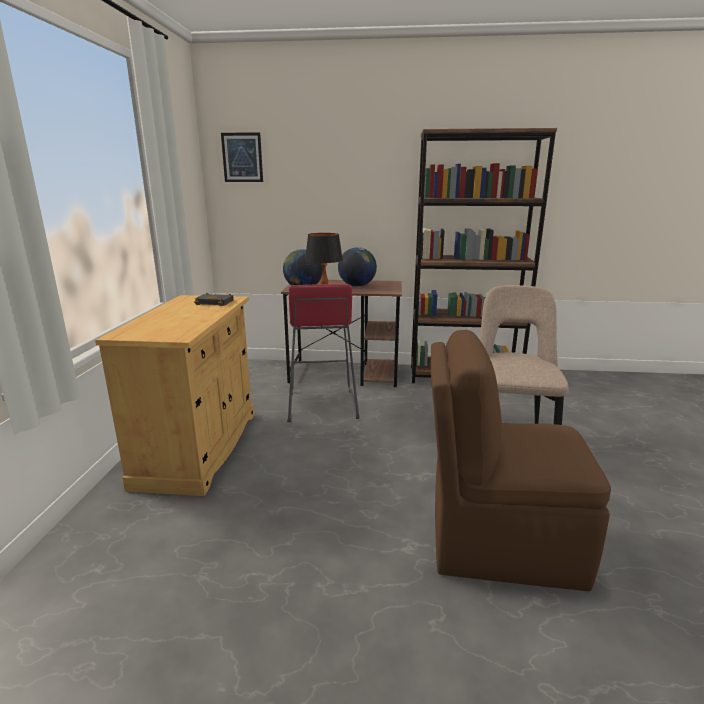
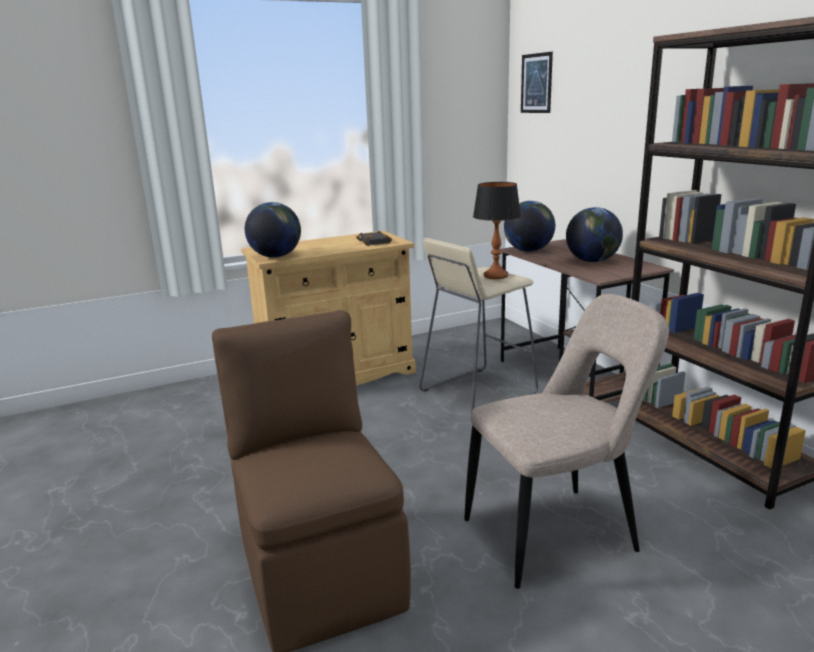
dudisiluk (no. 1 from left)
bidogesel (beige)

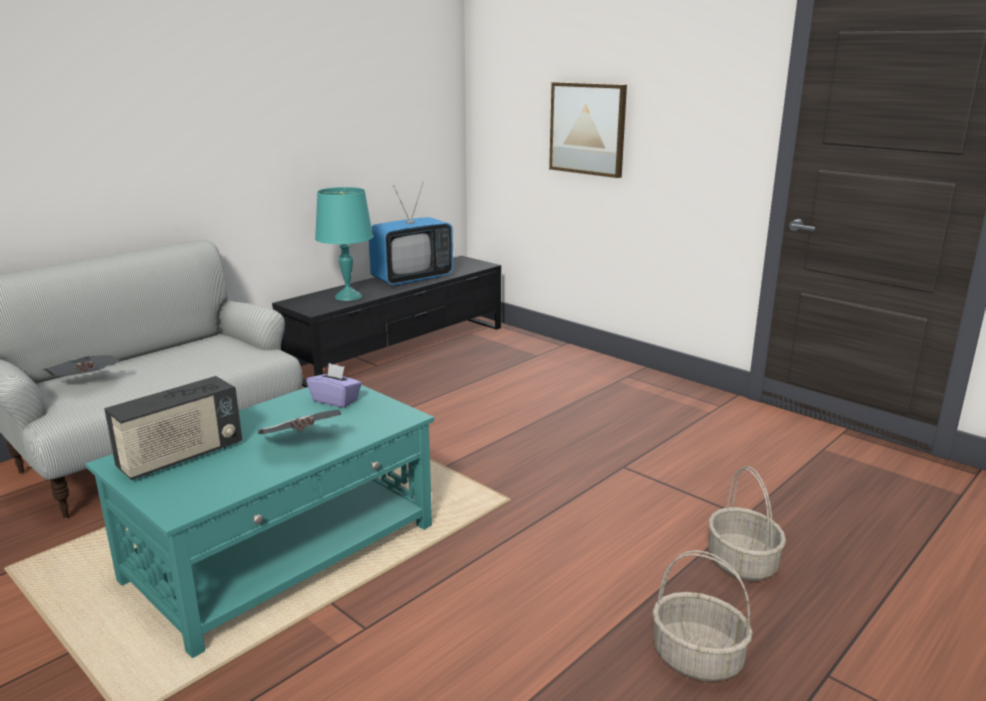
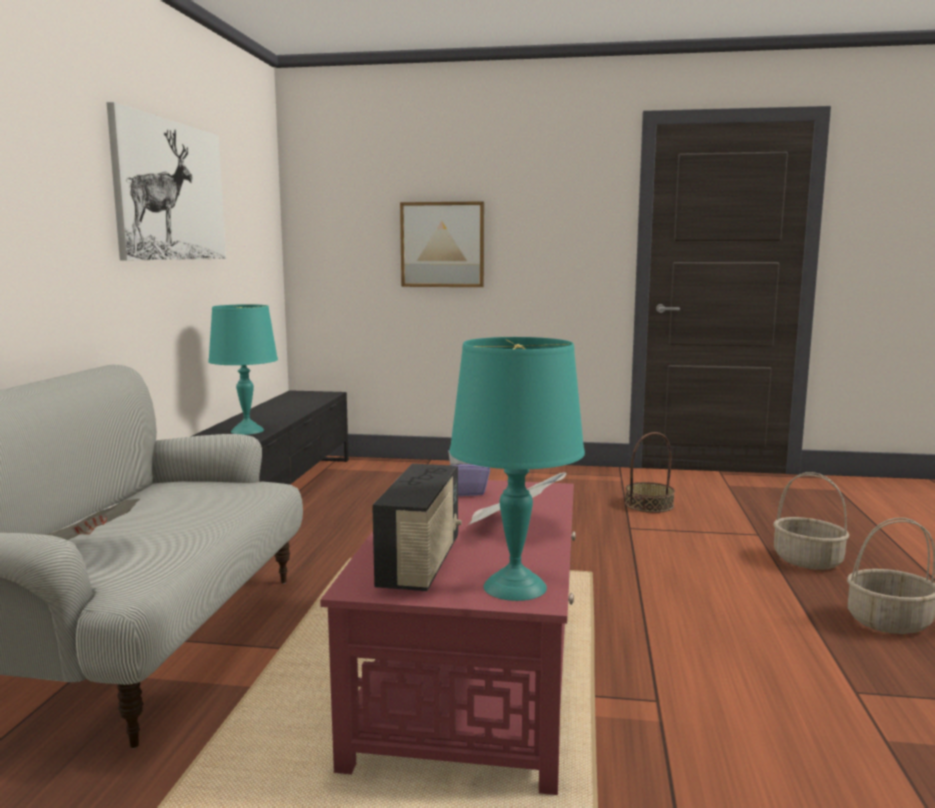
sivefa
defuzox (no. 1 from left)
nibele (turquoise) (no. 2 from left)
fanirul (no. 1 from left)
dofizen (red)

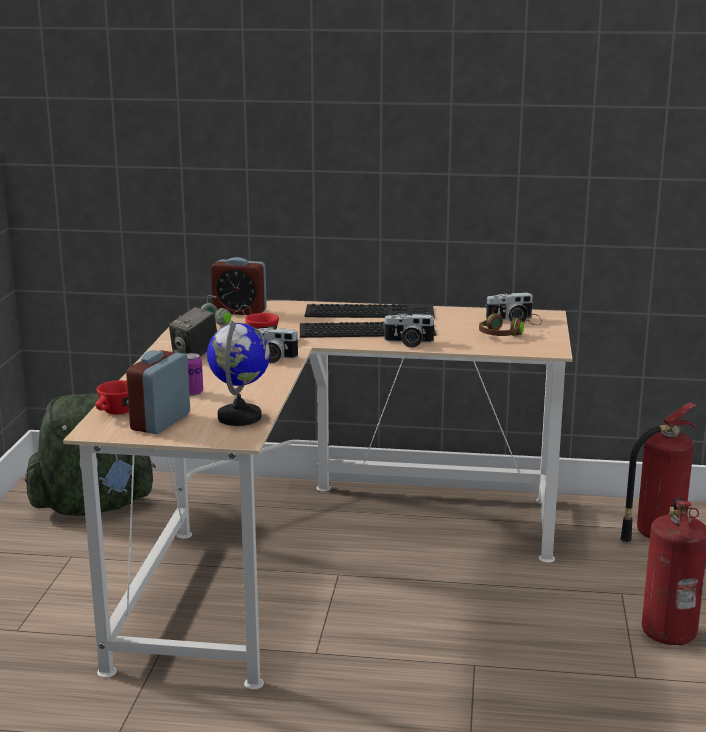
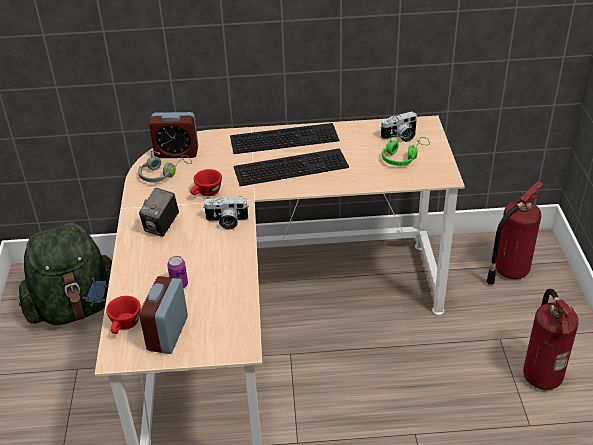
dudisiluk
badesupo (no. 3 from left in the first image)
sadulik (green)

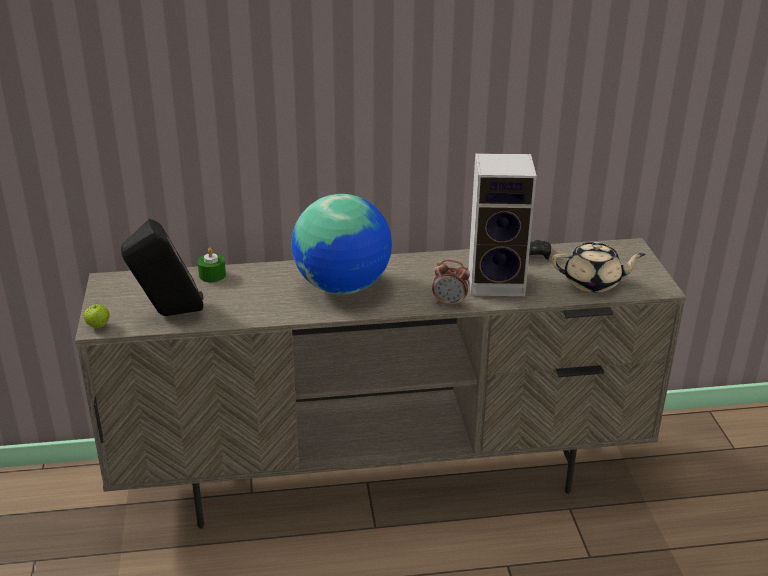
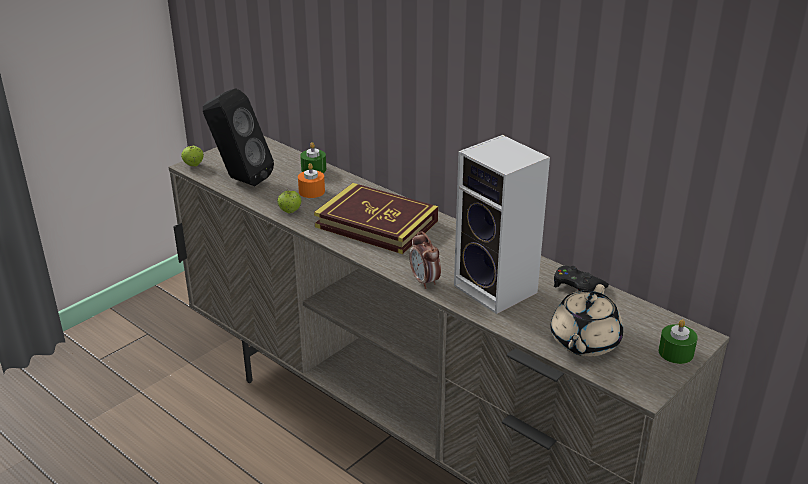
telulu (no. 2 from left)
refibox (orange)
refibox (green) (no. 2 from left)
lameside
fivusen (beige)

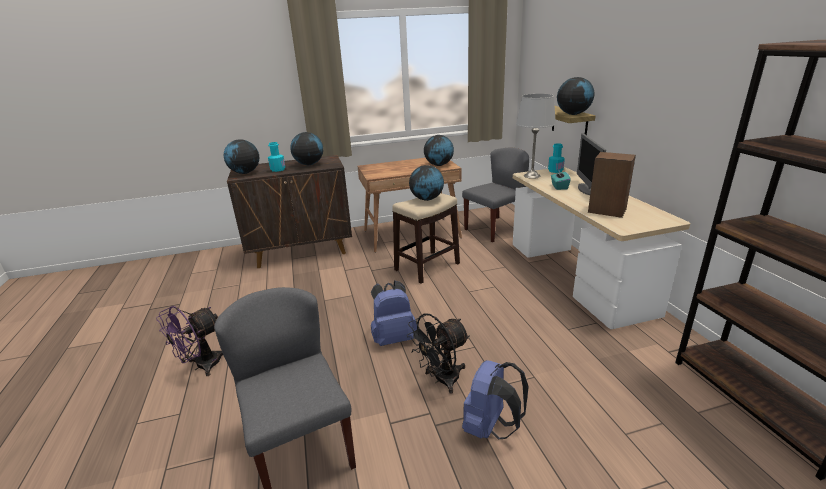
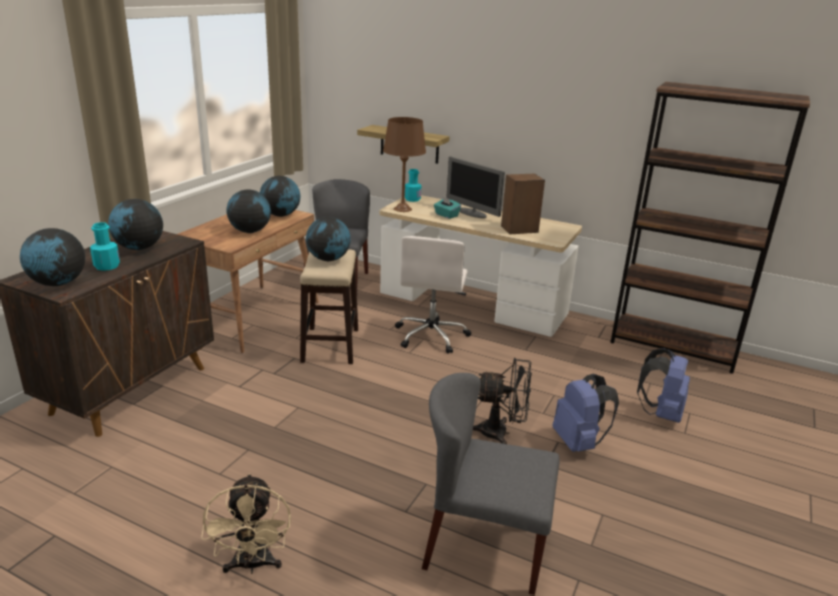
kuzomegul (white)
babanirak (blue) (no. 2 from left)
dudisiluk (no. 3 from left)
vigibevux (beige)
nibele (brown)
vigibevux (black)

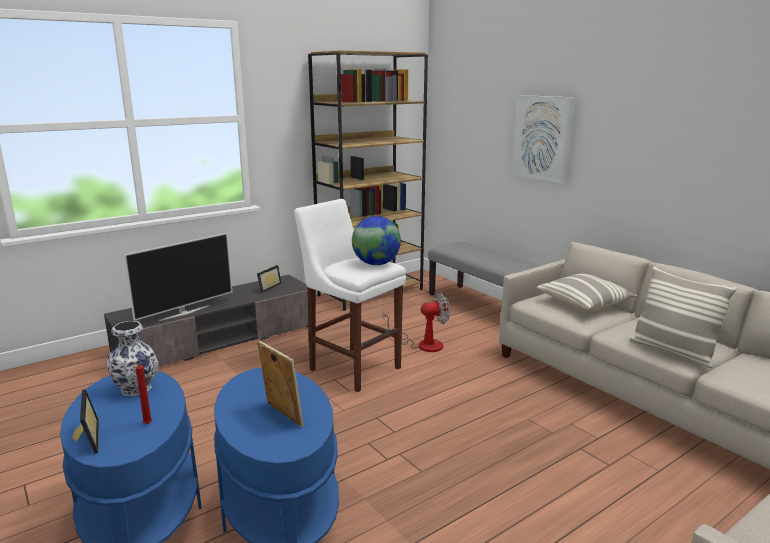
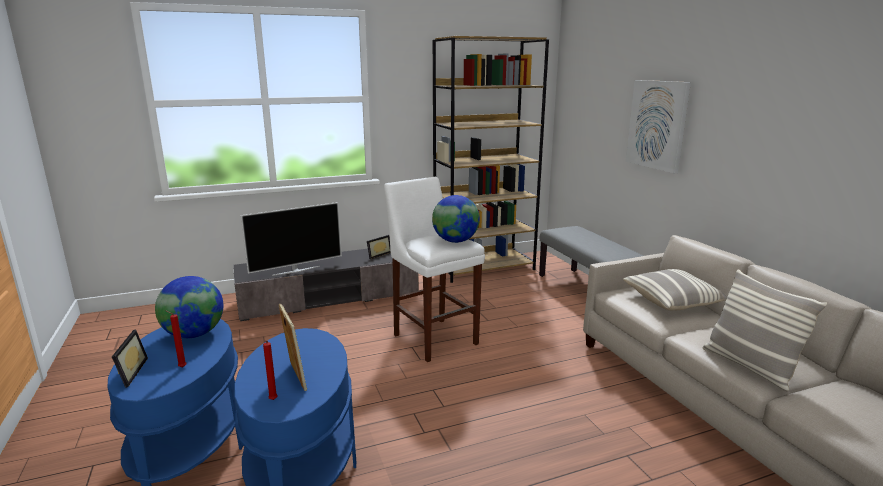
vigibevux
refibox (red) (no. 2 from left)
dudisiluk (no. 1 from left)

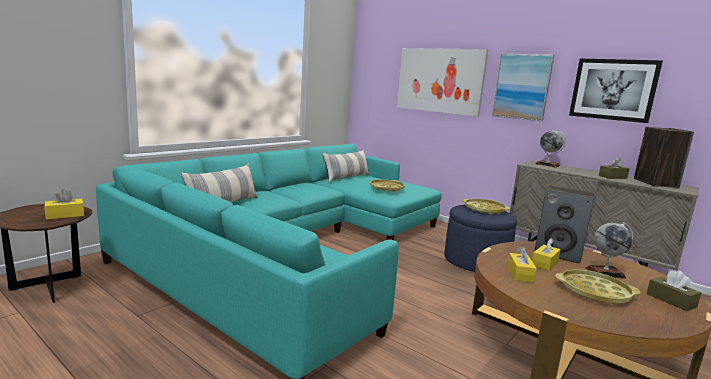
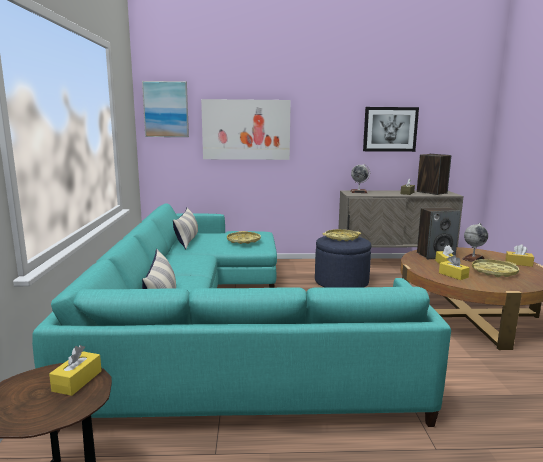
defuzox (no. 1 from left)
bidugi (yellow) (no. 4 from left)

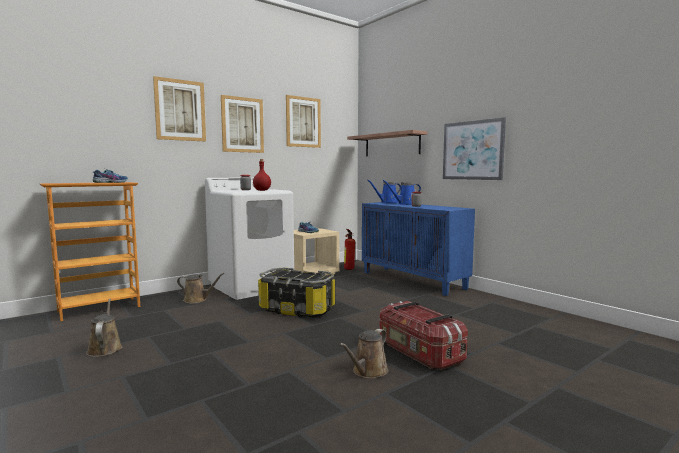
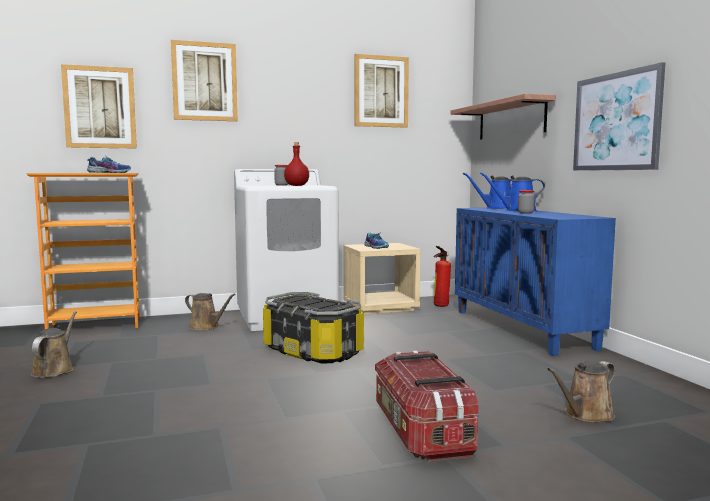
defuzox (no. 1 from left)
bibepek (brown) (no. 3 from left)

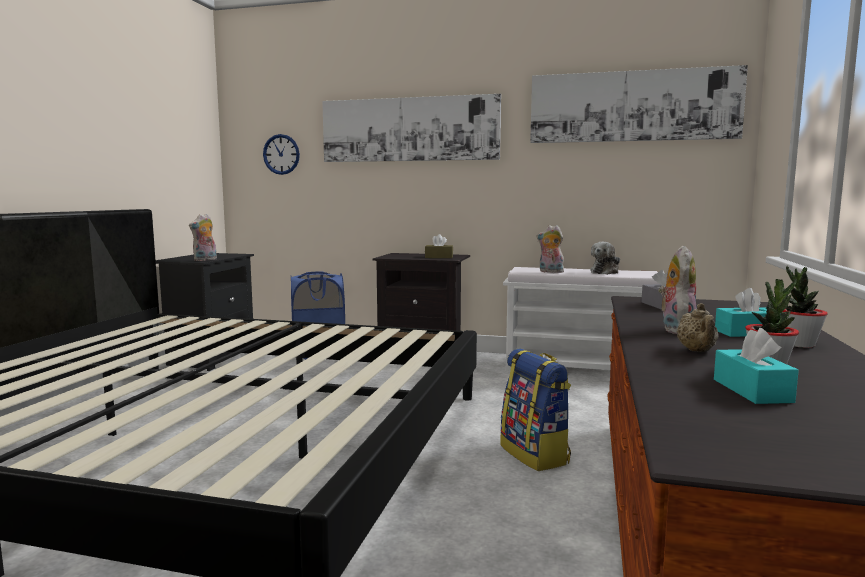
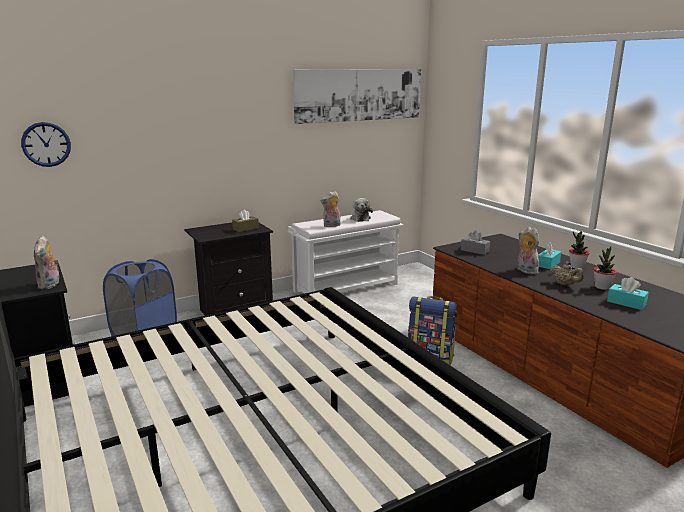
defuzox (no. 1 from left in the first image)

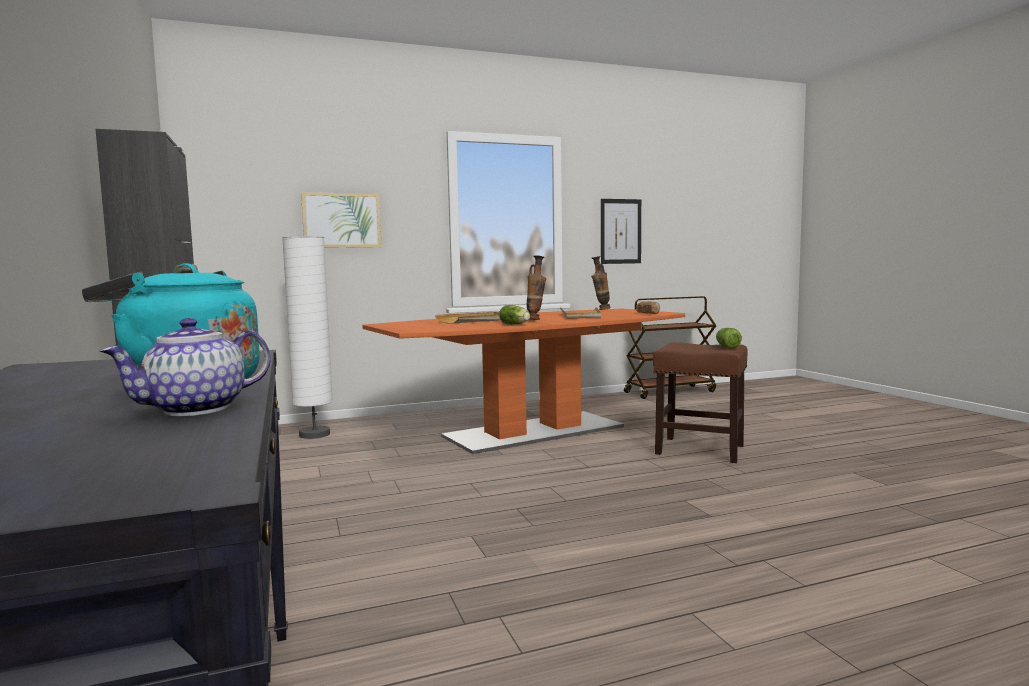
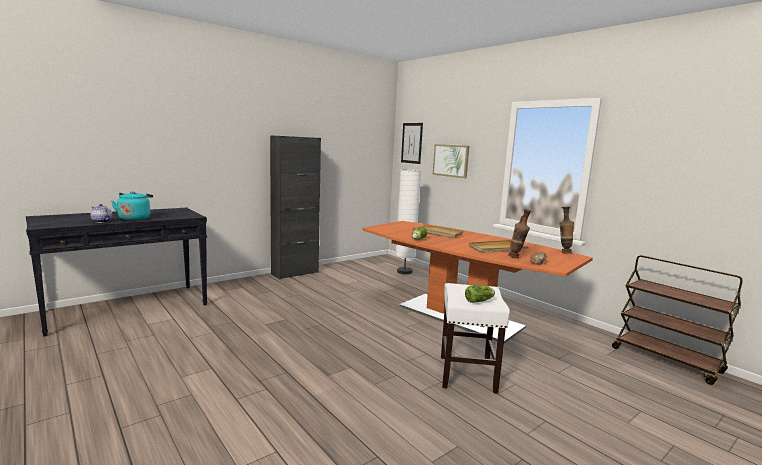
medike (no. 1 from left)
defuzox (no. 1 from left)
bidogesel (white)

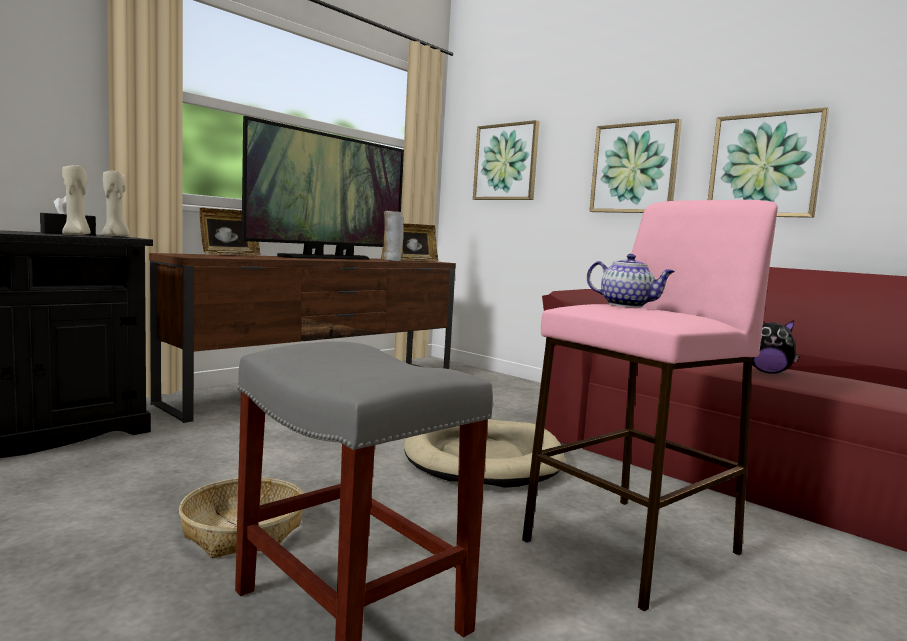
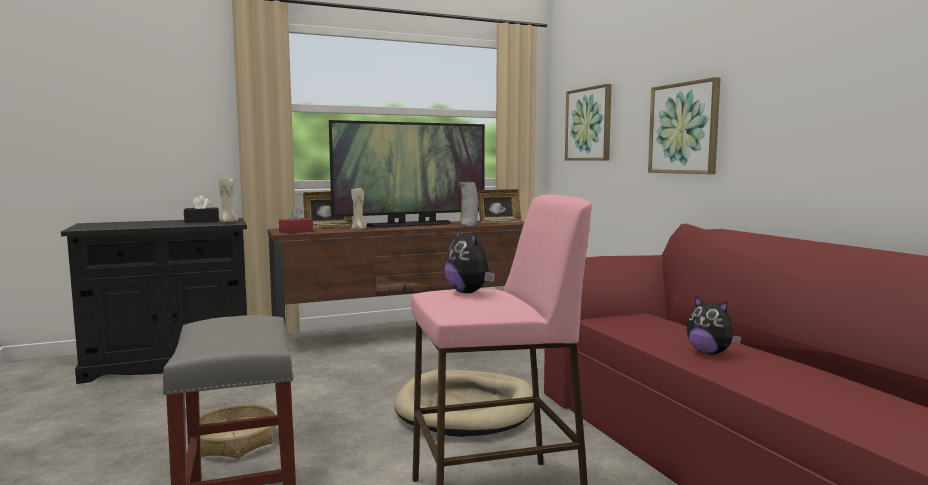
defuzox (no. 3 from left in the first image)
bidugi (red)
refibox (beige) (no. 2 from left)
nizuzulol (no. 1 from left)

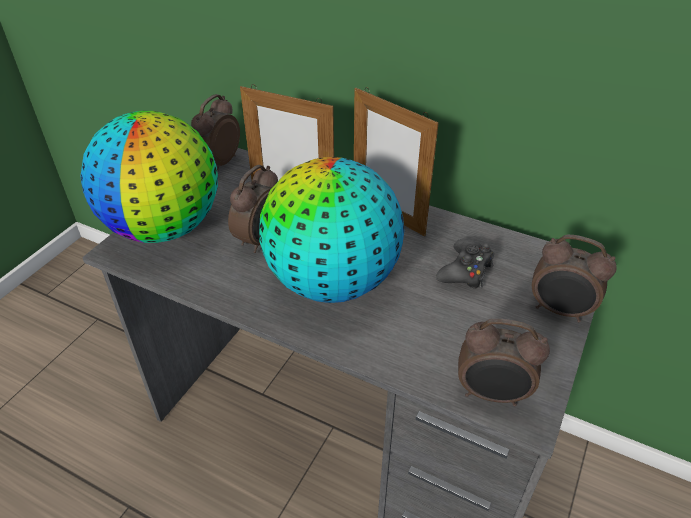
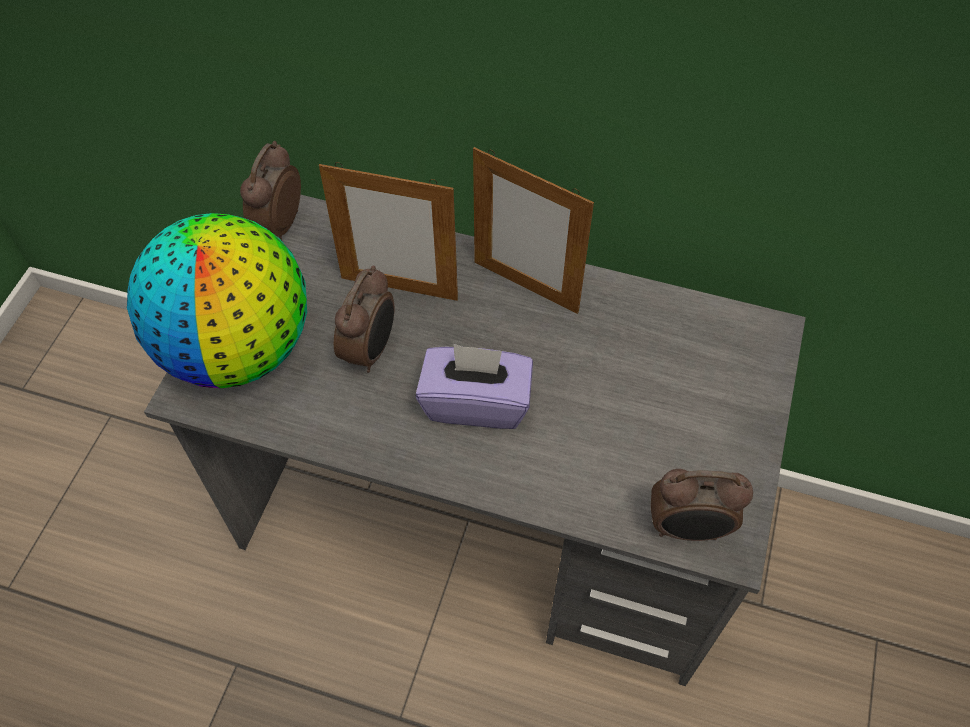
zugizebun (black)
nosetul (no. 4 from left in the first image)
bidugi (purple)

